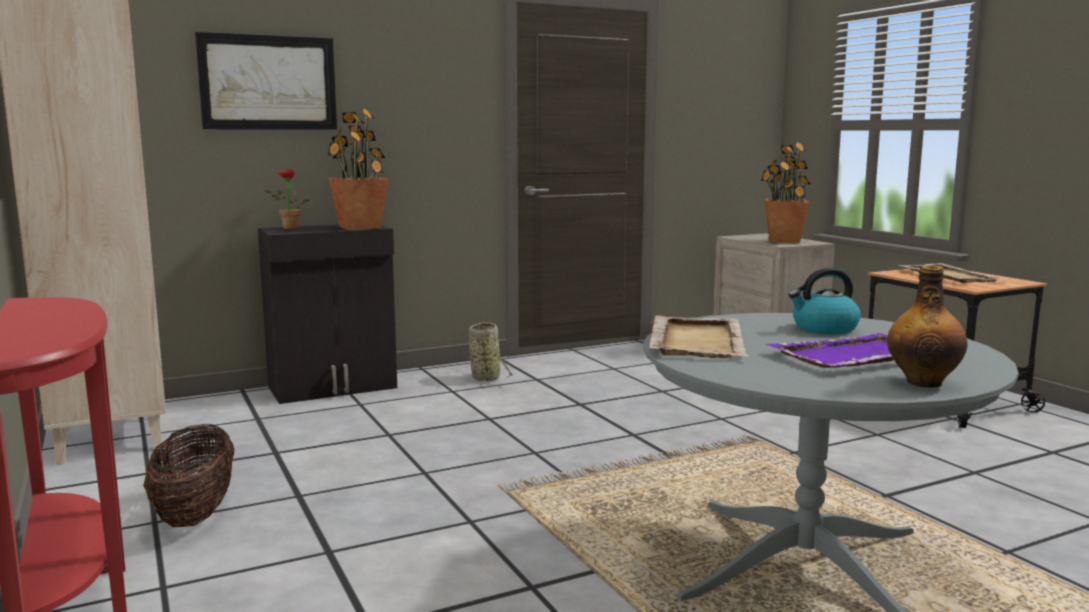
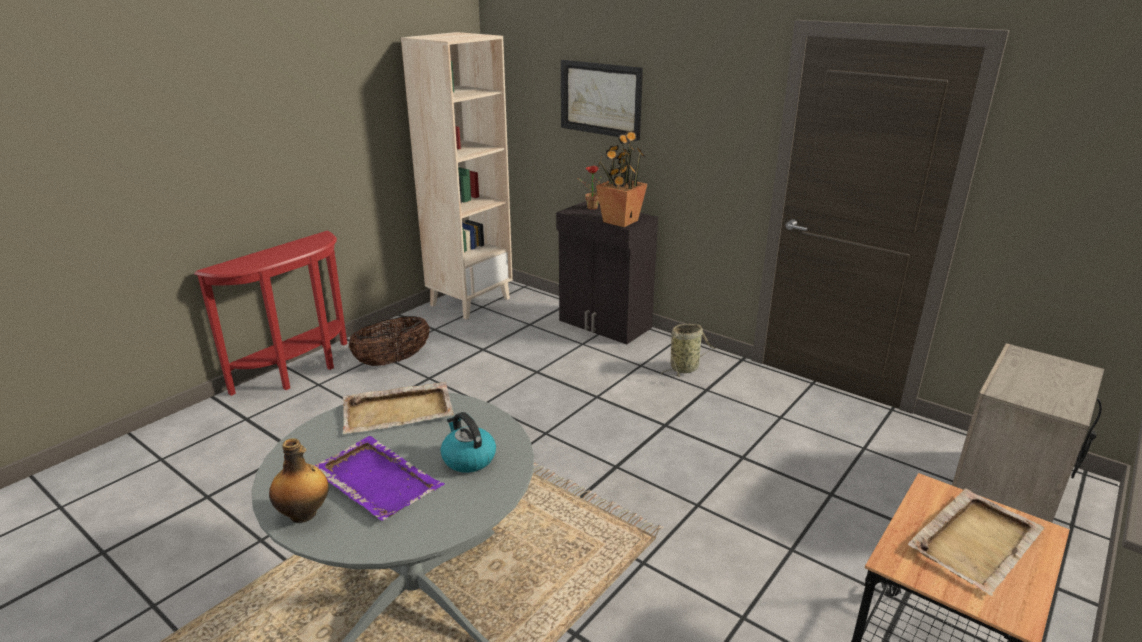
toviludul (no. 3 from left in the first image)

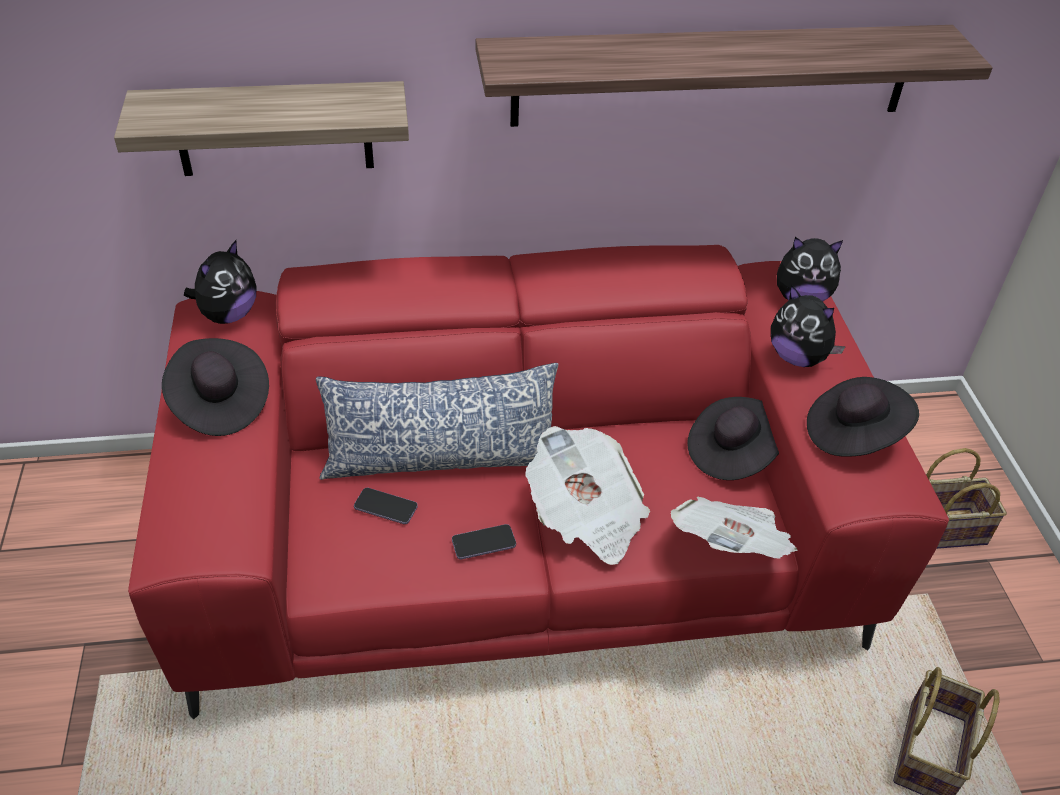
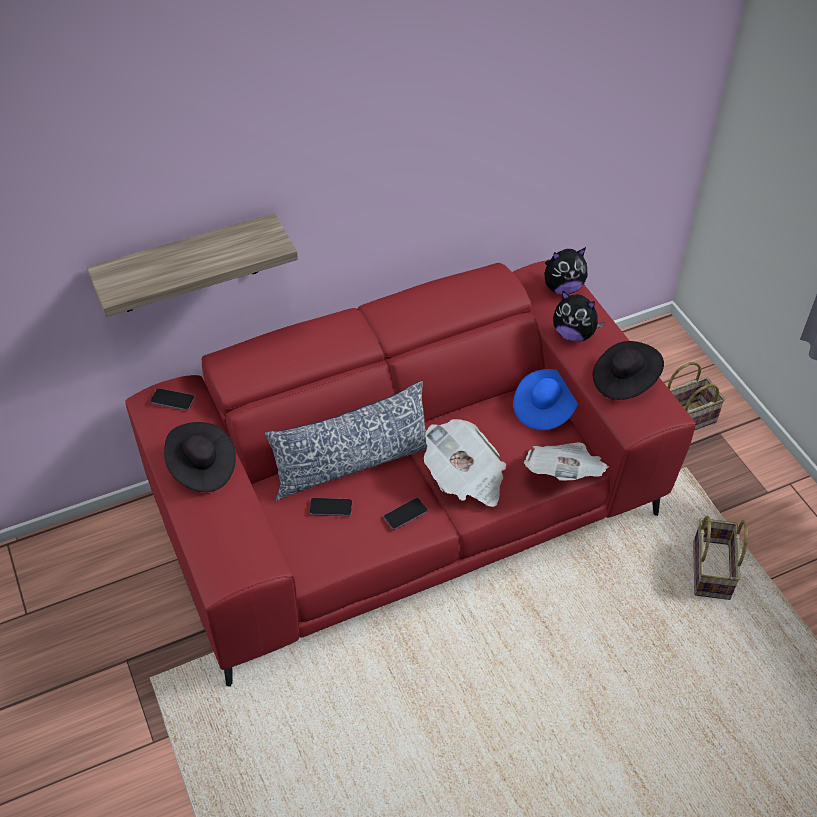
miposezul (no. 2 from left in the first image)
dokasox (no. 1 from left)
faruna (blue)

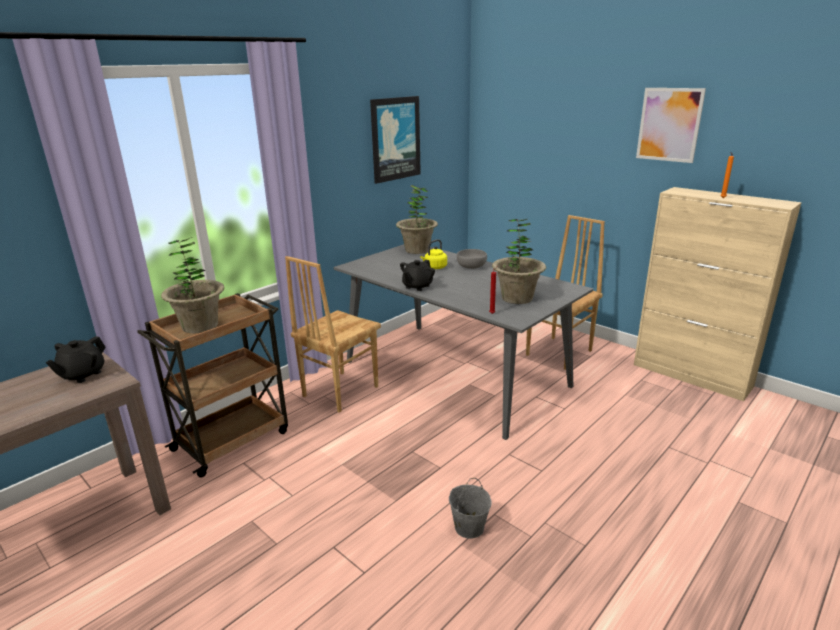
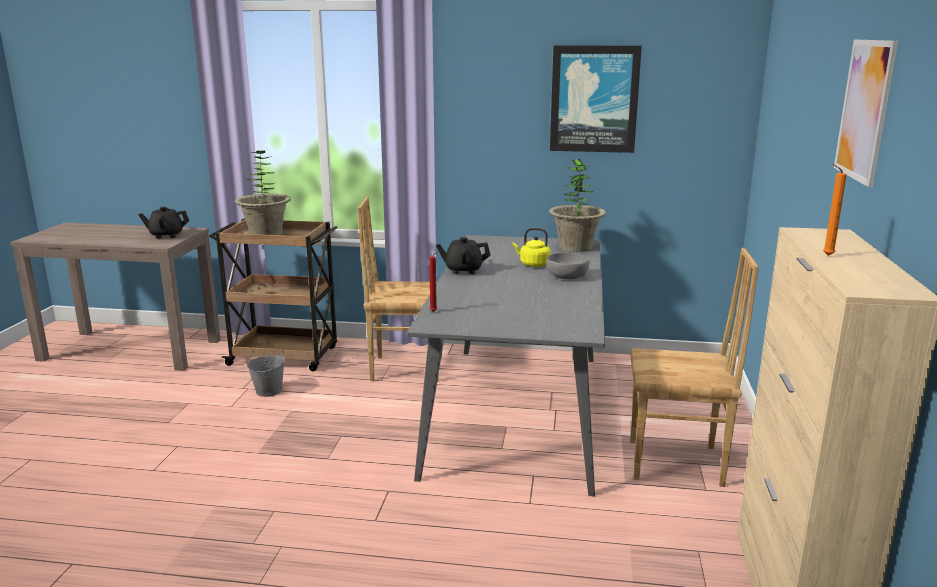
toviludul (no. 3 from left in the first image)
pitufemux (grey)

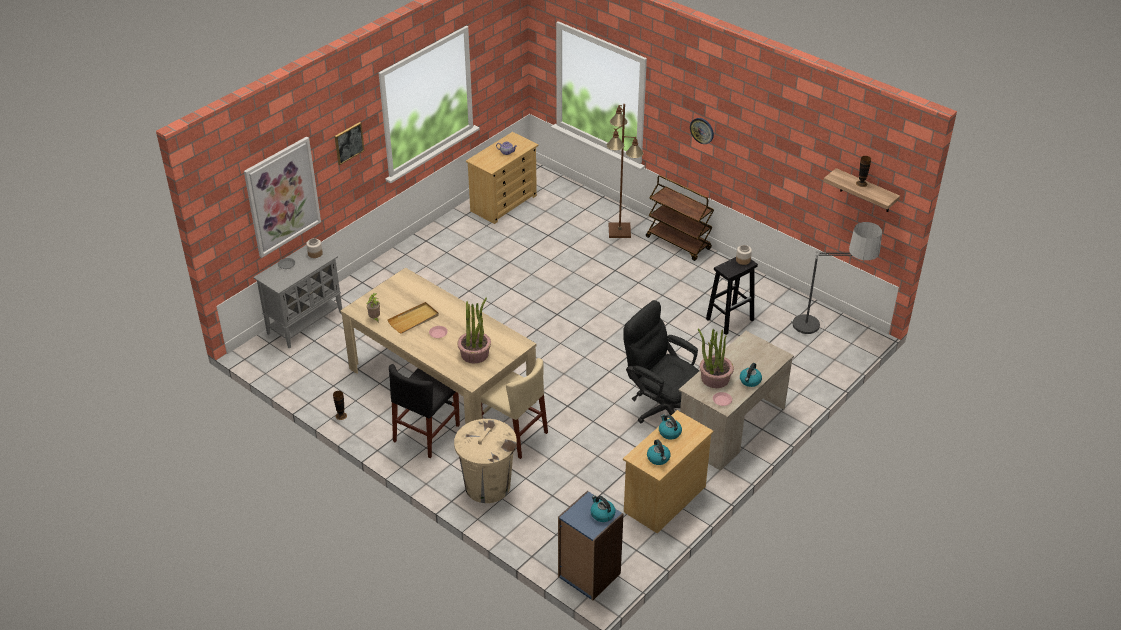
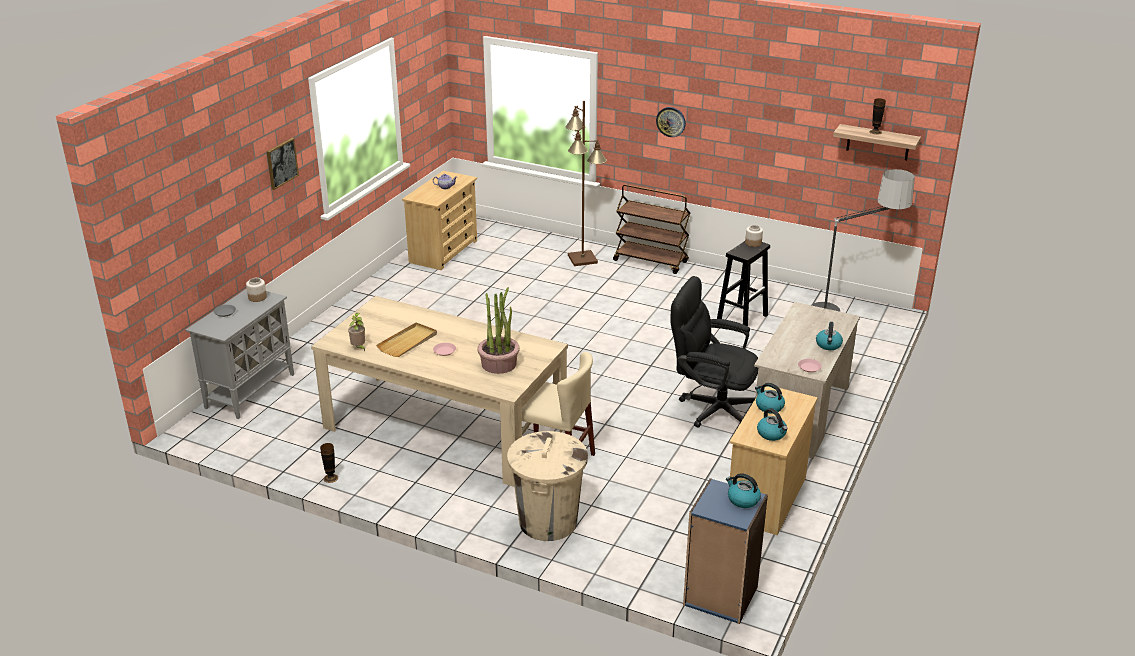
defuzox (no. 1 from left in the first image)
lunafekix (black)
toviludul (no. 3 from left in the first image)

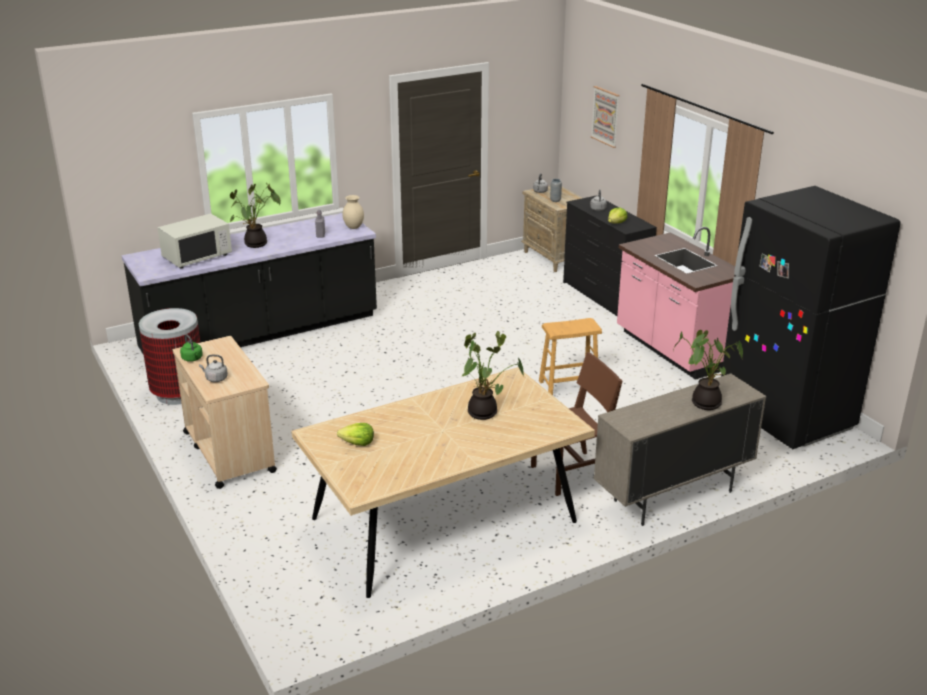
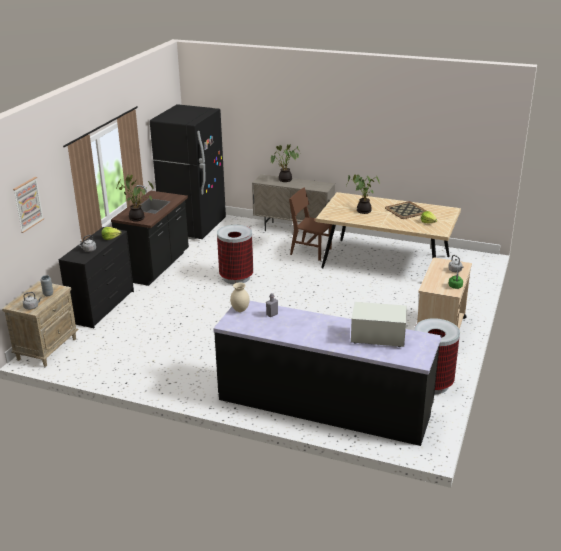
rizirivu
toviludul (no. 1 from left)
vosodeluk (no. 1 from left)
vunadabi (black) (no. 1 from left)

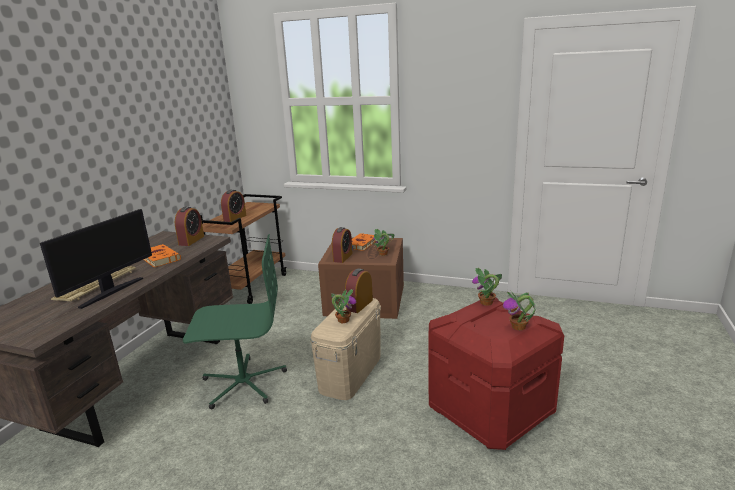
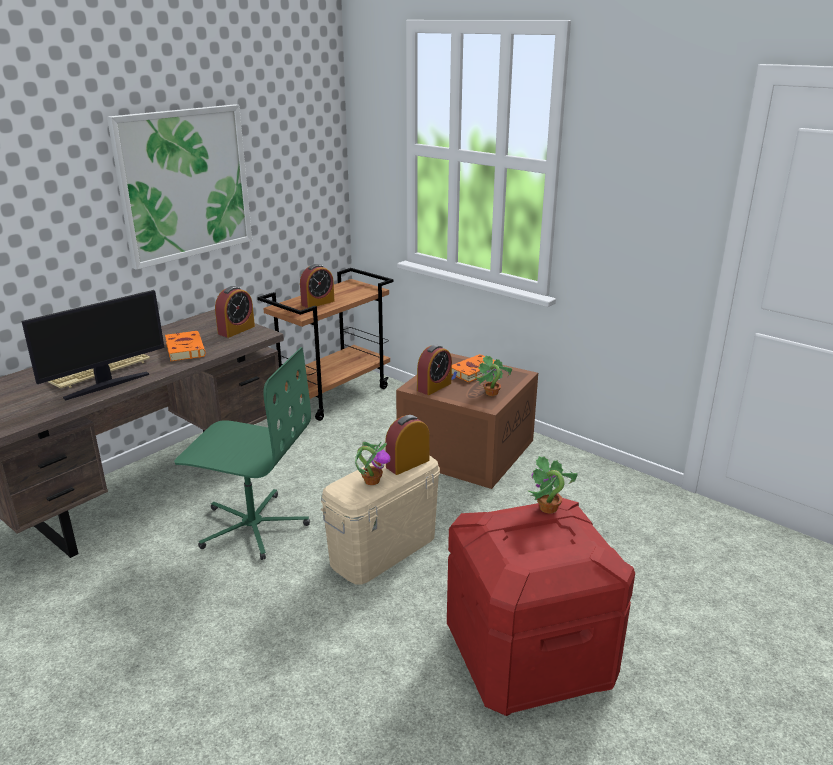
toviludul (no. 4 from left in the first image)
defuzox

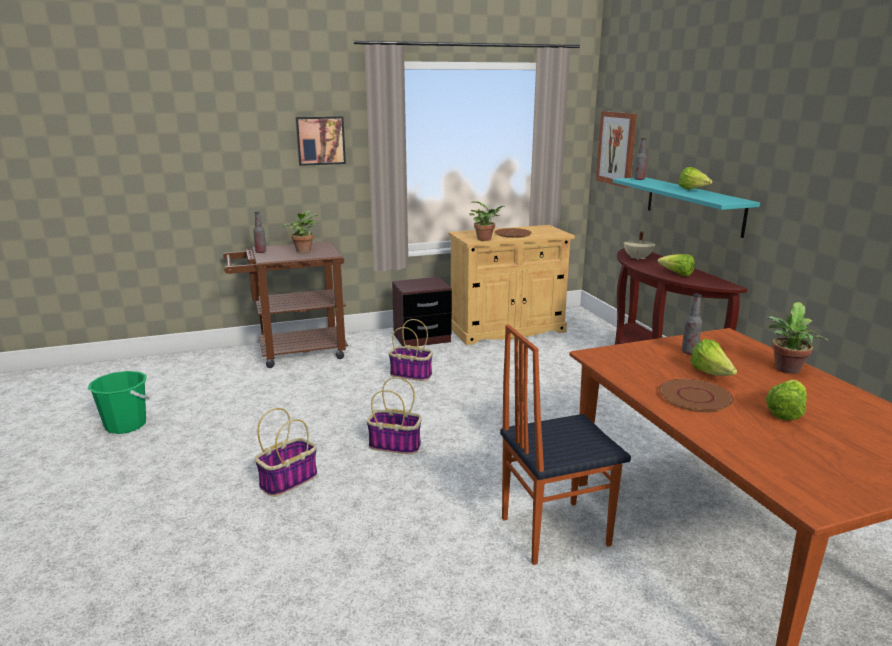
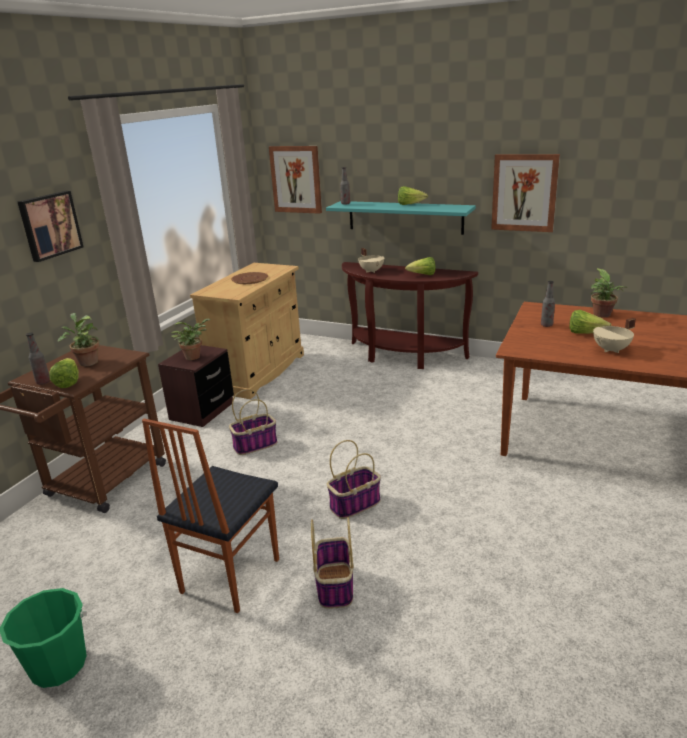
defuzox (no. 3 from left)
toviludul (no. 2 from left)
lunafekix
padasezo (no. 1 from left)
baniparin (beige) (no. 2 from left)

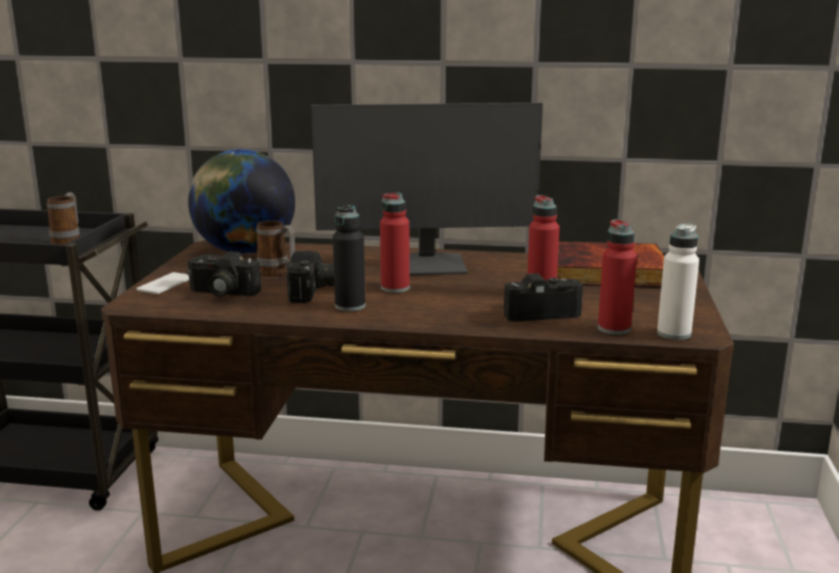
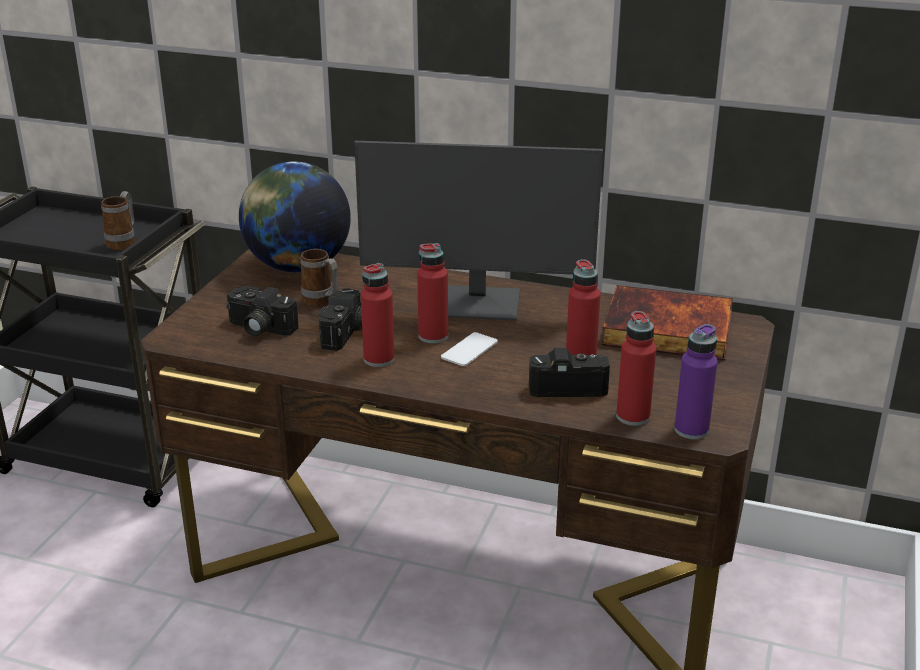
dokasox
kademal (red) (no. 1 from left)
kademal (purple)

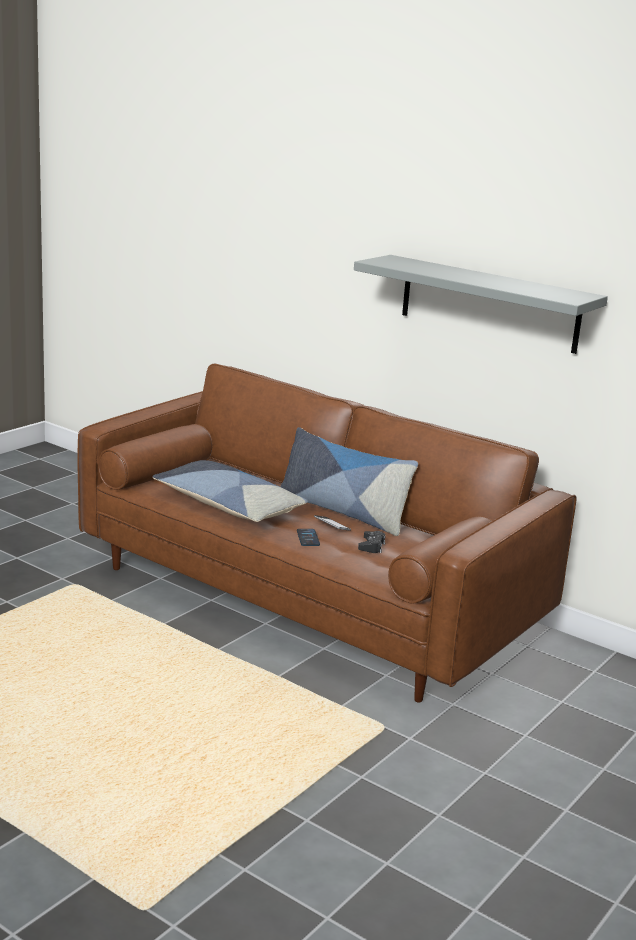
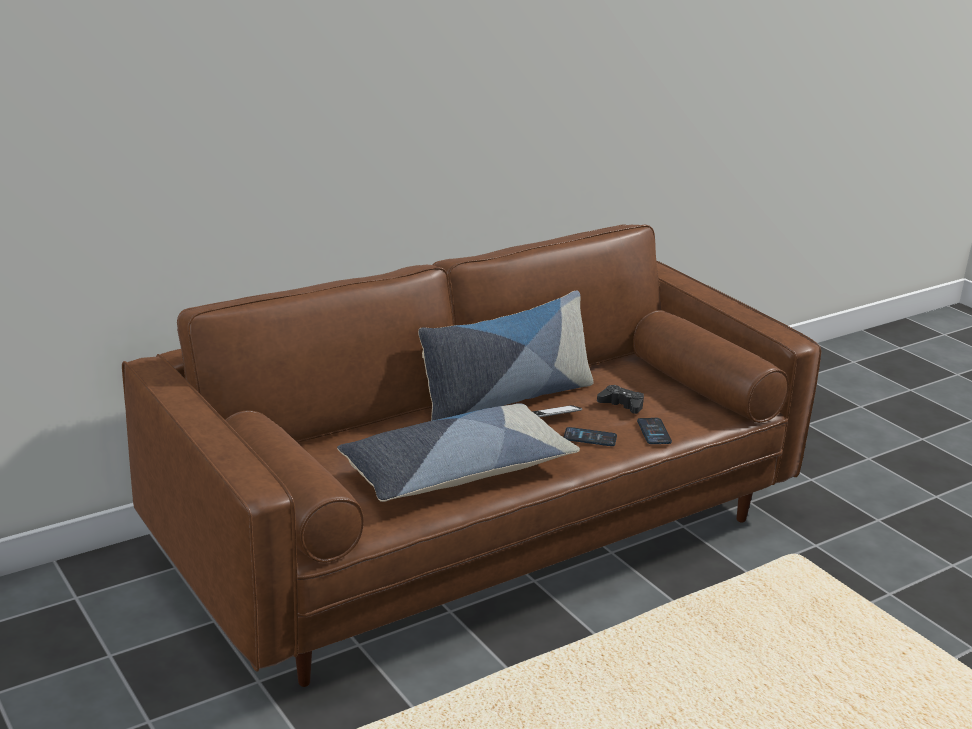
miposezul (grey)
dokasox (no. 3 from left)

